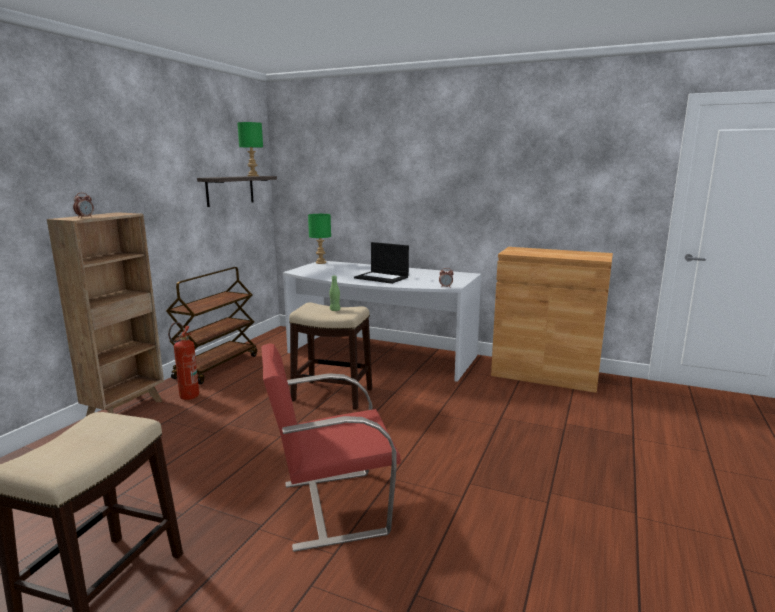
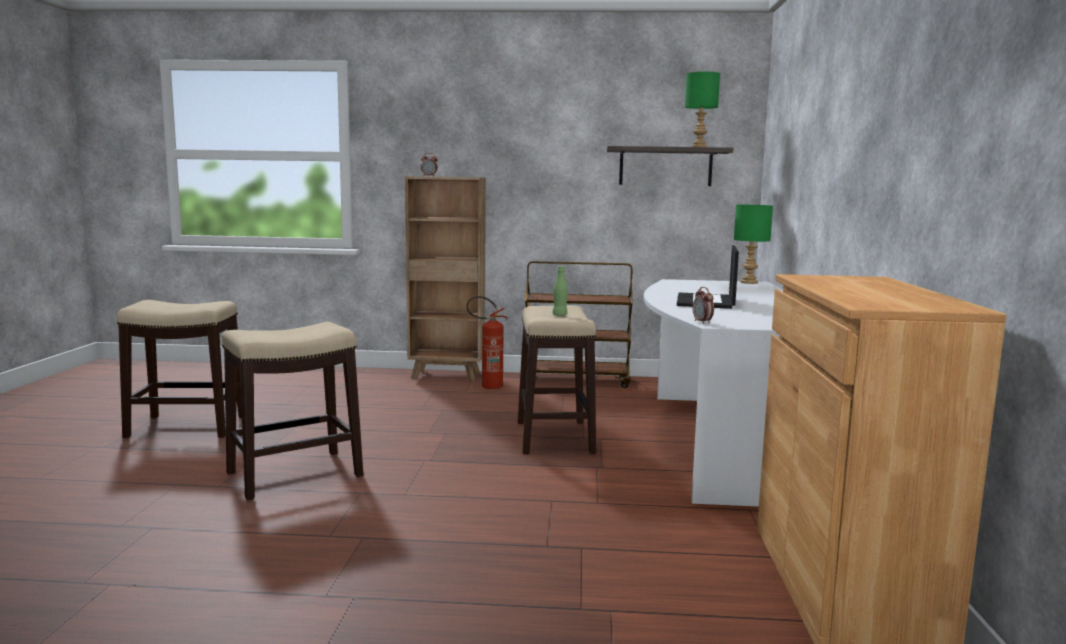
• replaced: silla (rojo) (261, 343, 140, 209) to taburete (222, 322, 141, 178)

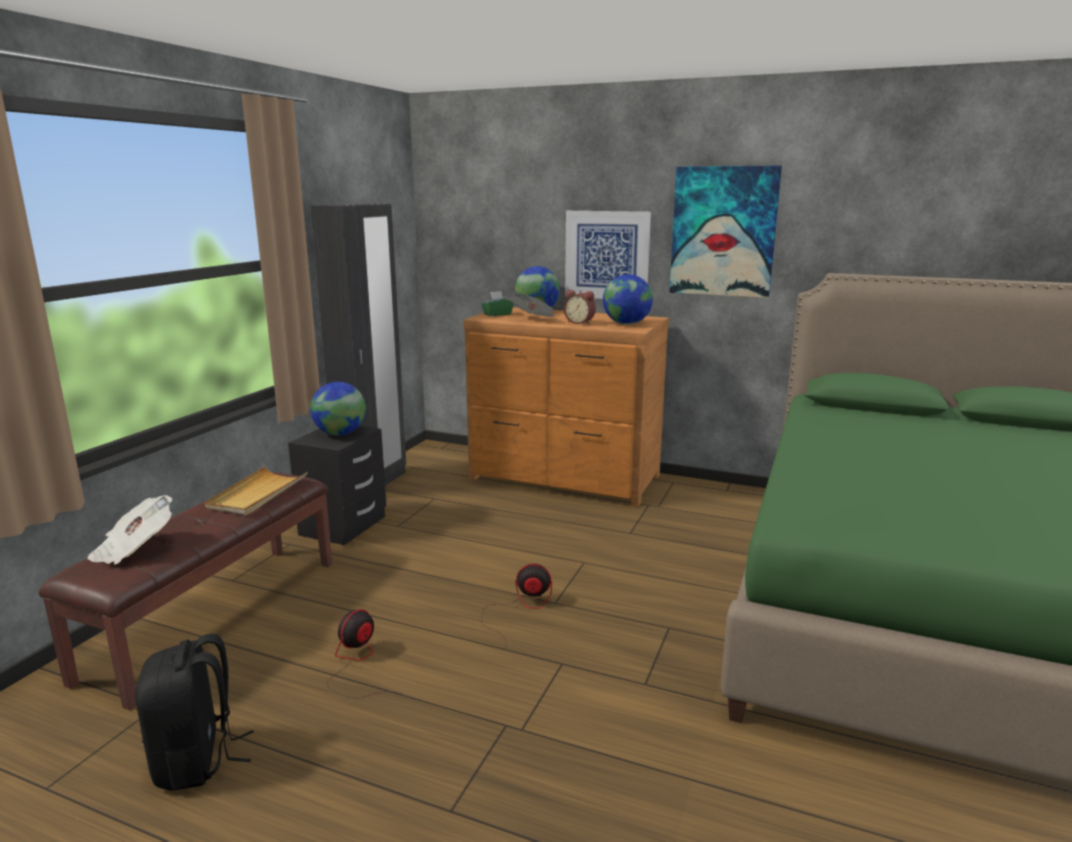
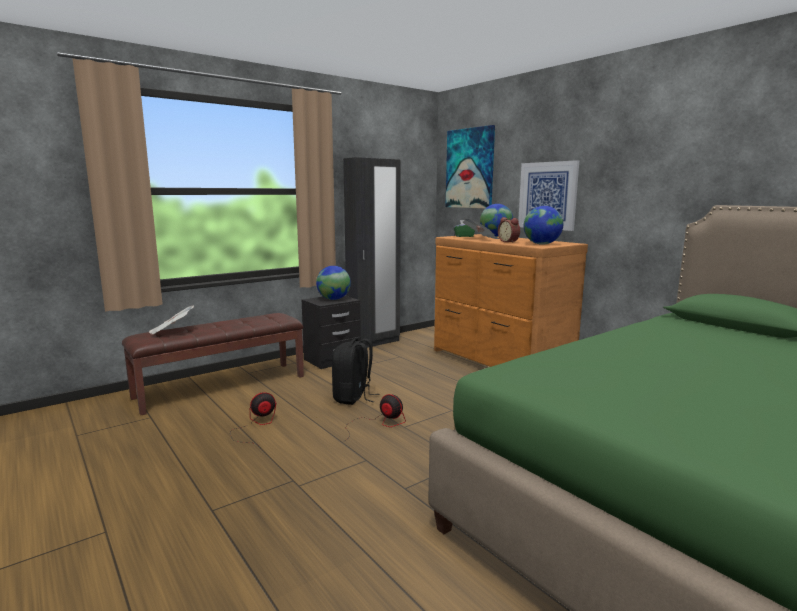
• removed: bandeja (beis) (205, 466, 103, 49)
• moved: mochila (negro) (135, 634, 119, 157) to (332, 338, 48, 67)
• moved: cuadro (669, 166, 113, 132) to (446, 125, 49, 84)

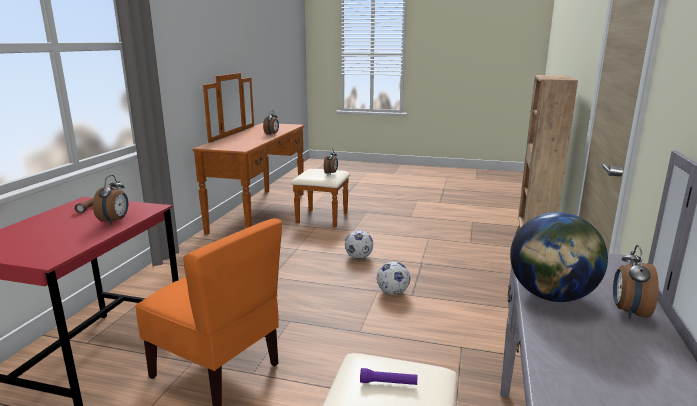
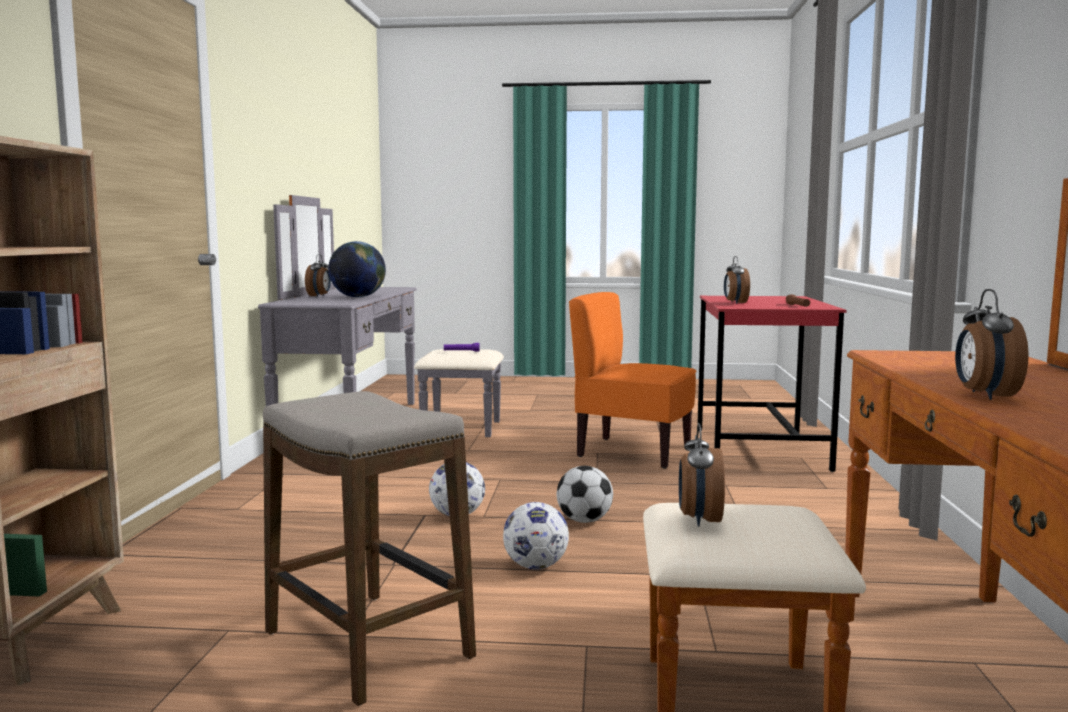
• added: taburete (263, 391, 213, 315)
• added: balón de fútbol (557, 466, 56, 57)

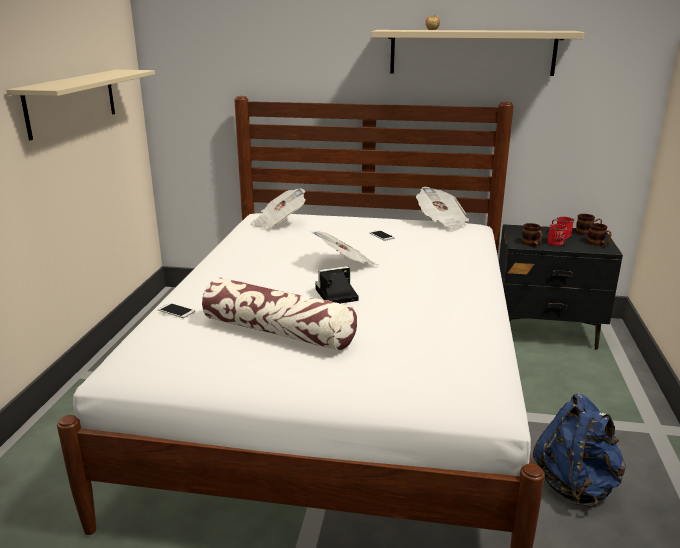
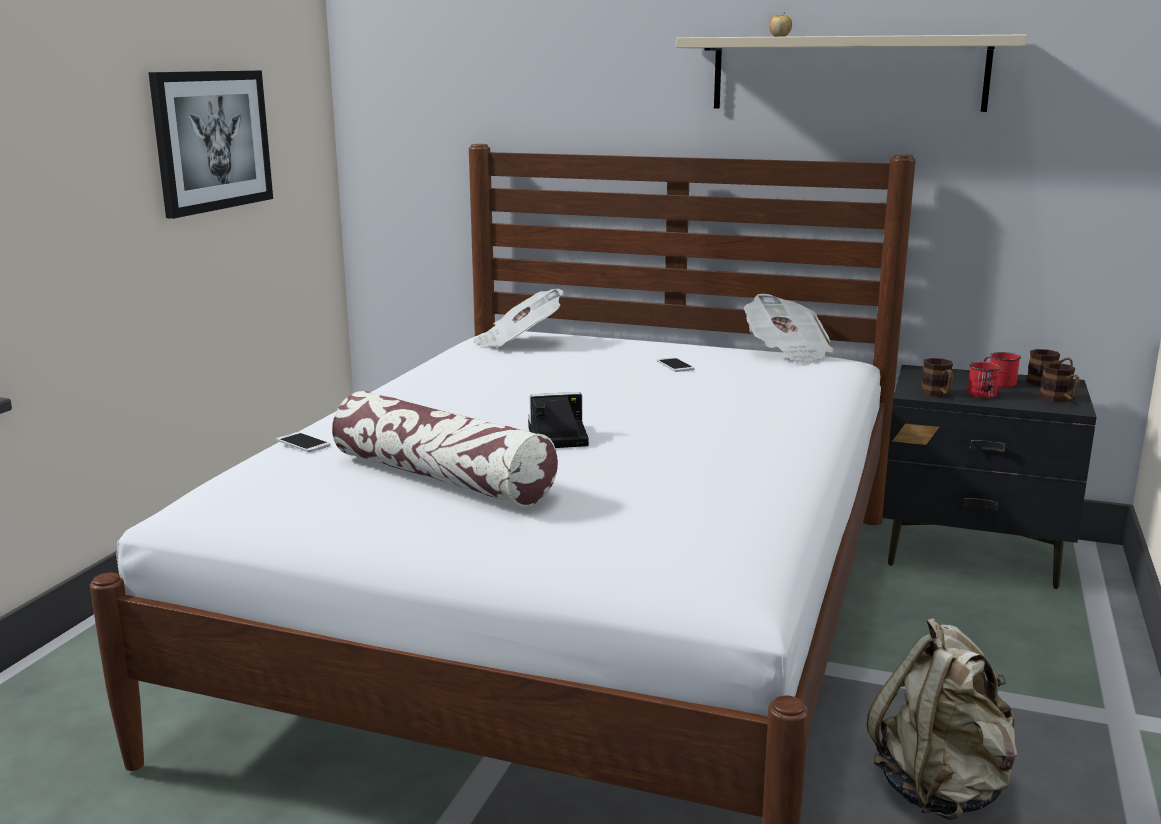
• removed: periódico (311, 231, 67, 34)
• replaced: estante (beis) (6, 70, 149, 70) to cuadro (148, 70, 125, 149)
• recoloured: mochila (azul) (533, 394, 93, 113) to mochila (beis) (867, 618, 150, 202)

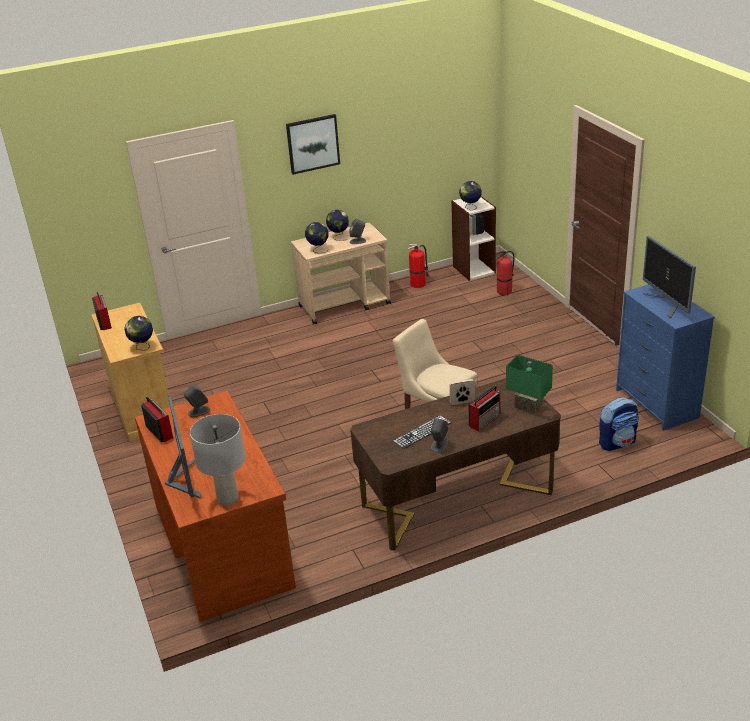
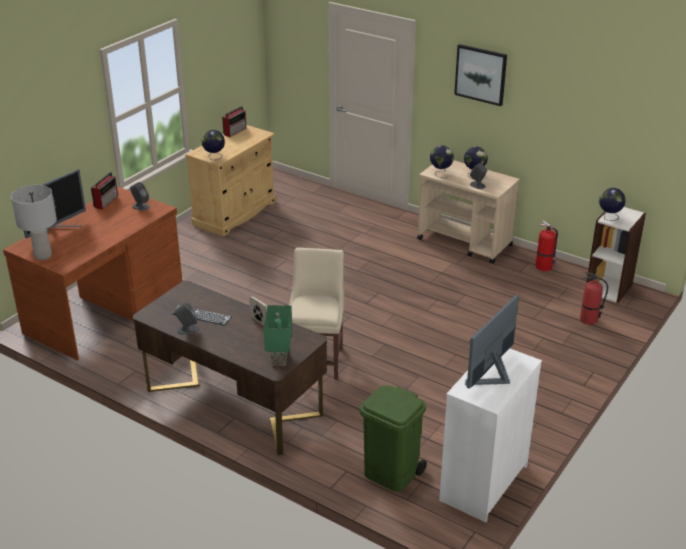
• removed: radio (468, 386, 32, 45)
• replaced: mochila (599, 397, 40, 54) to papelera (verde) (360, 385, 67, 107)
• recoloured: cómoda (azul) (616, 284, 99, 147) to cómoda (blanco) (439, 348, 103, 174)

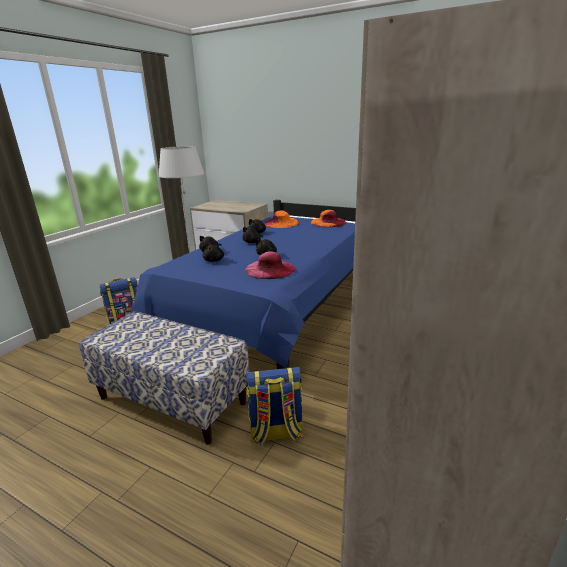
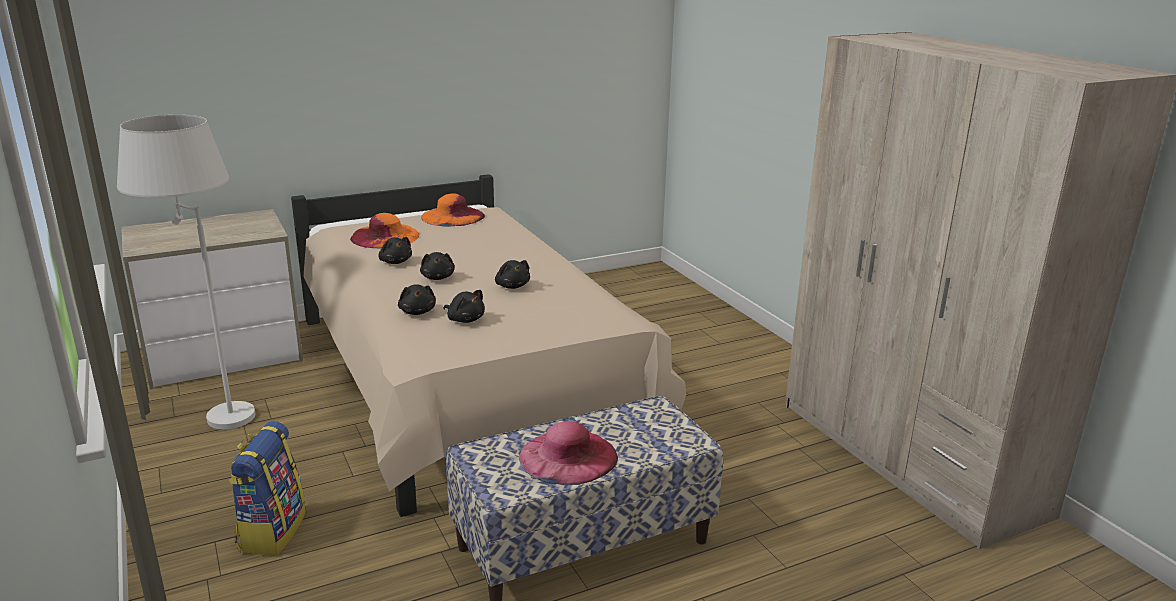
• removed: mochila (245, 367, 59, 78)
• moved: sombrero (rosa) (245, 251, 50, 28) to (519, 421, 99, 64)
• recoloured: cama (azul) (130, 200, 226, 169) to cama (beis) (291, 174, 395, 343)

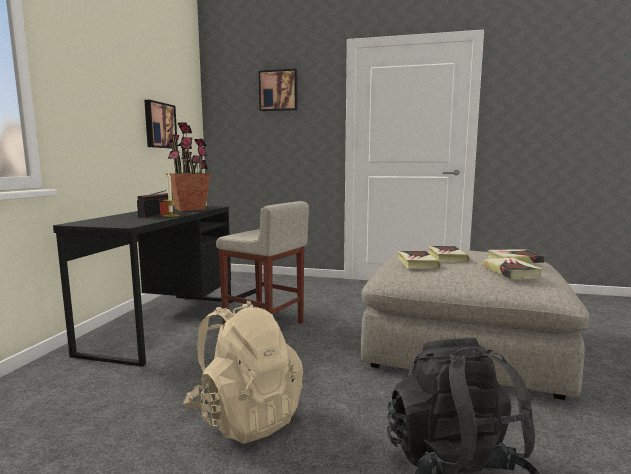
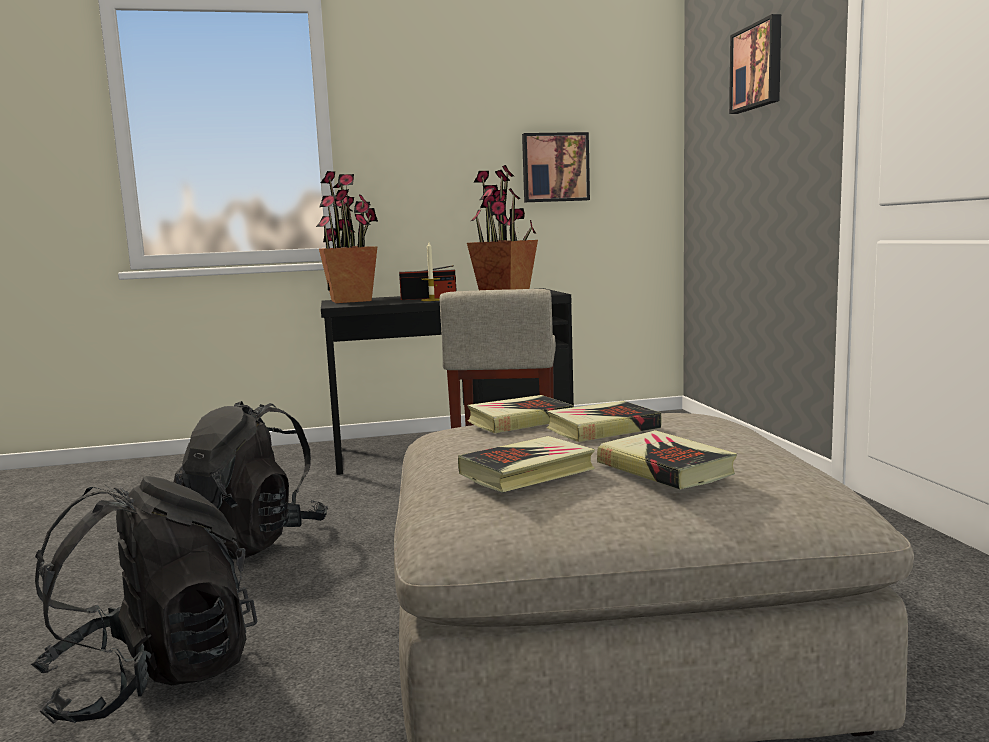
• added: planta en maceta (316, 171, 62, 132)
• recoloured: mochila (beis) (183, 301, 120, 143) to mochila (negro) (174, 401, 154, 158)

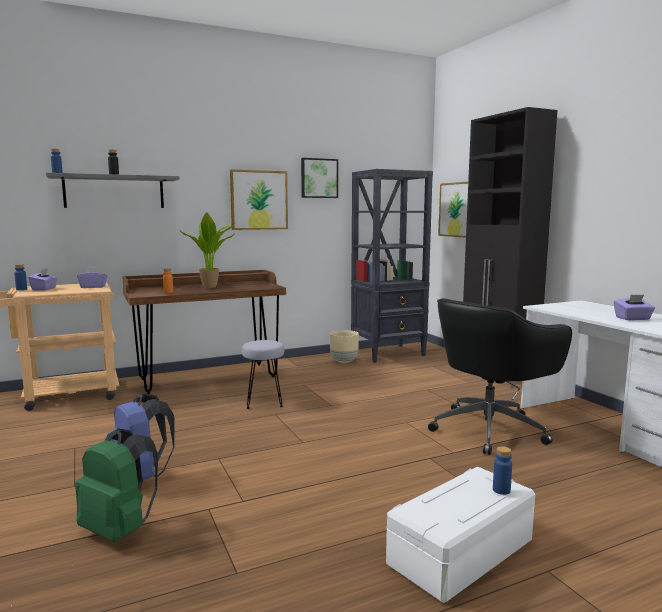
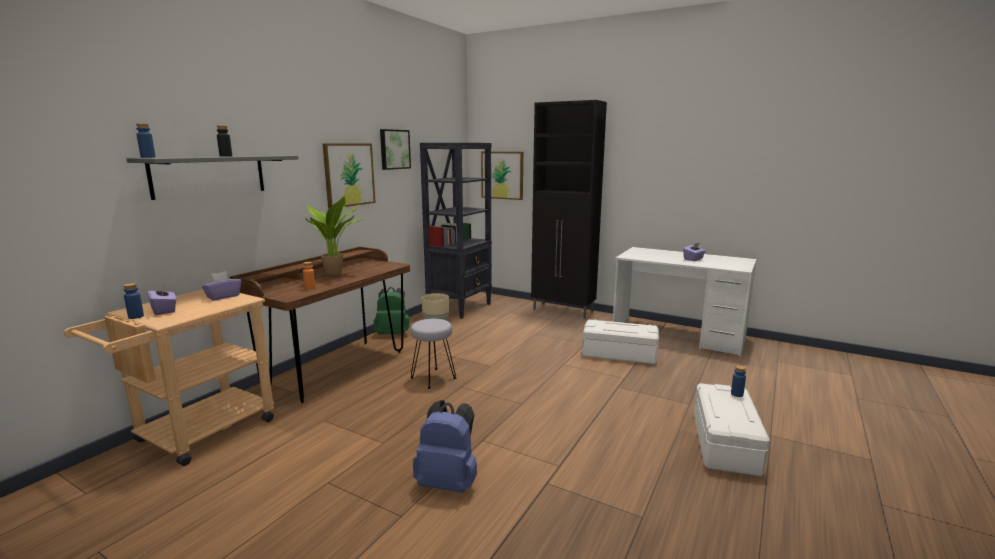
• moved: mochila (verde) (75, 428, 83, 114) to (374, 287, 36, 47)
• replaced: silla de oficina (negro) (428, 298, 144, 157) to caja de almacenaje (blanco) (582, 319, 77, 45)

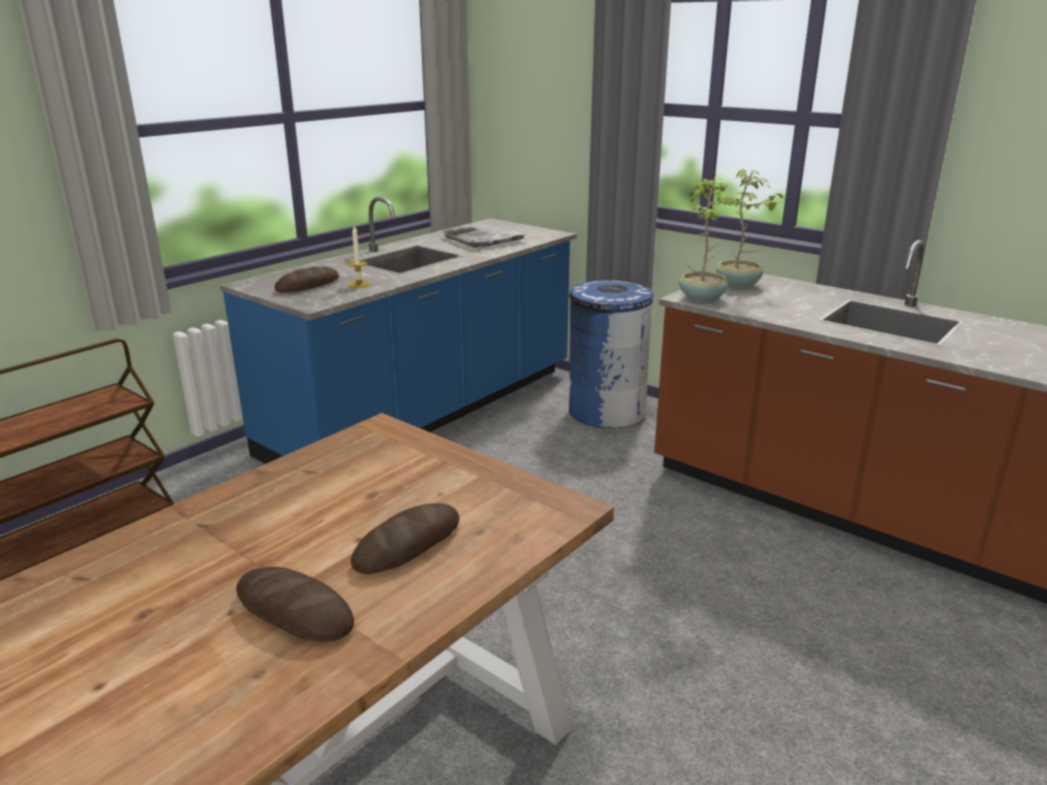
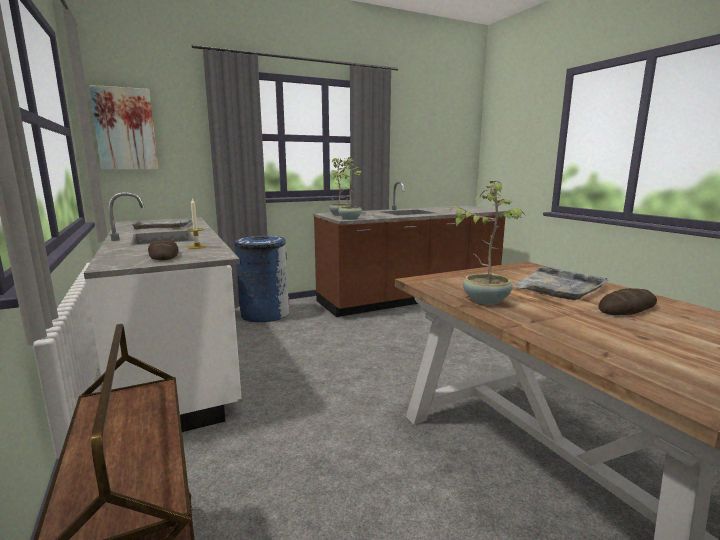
• added: cuadro (89, 85, 69, 85)
• added: planta en maceta (450, 181, 75, 124)
• replaced: pan (351, 503, 108, 71) to bandeja (gris) (514, 267, 94, 33)
• recoloured: mueble bajo de cocina (azul) (220, 196, 357, 268) to mueble bajo de cocina (blanco) (84, 192, 157, 240)

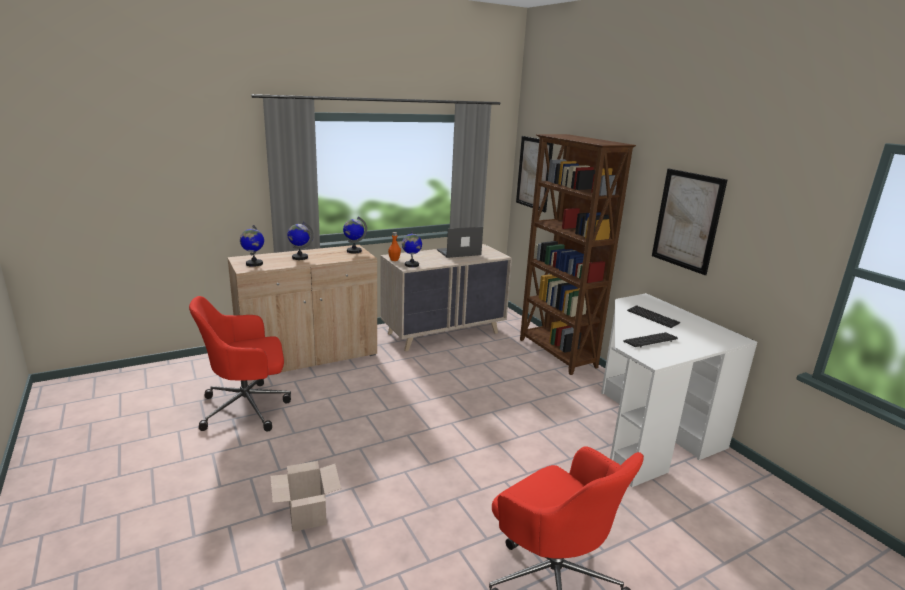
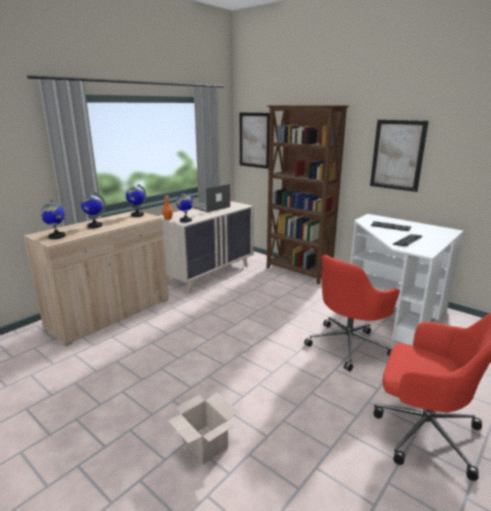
• moved: silla de oficina (rojo) (189, 296, 102, 136) to (304, 255, 96, 116)

